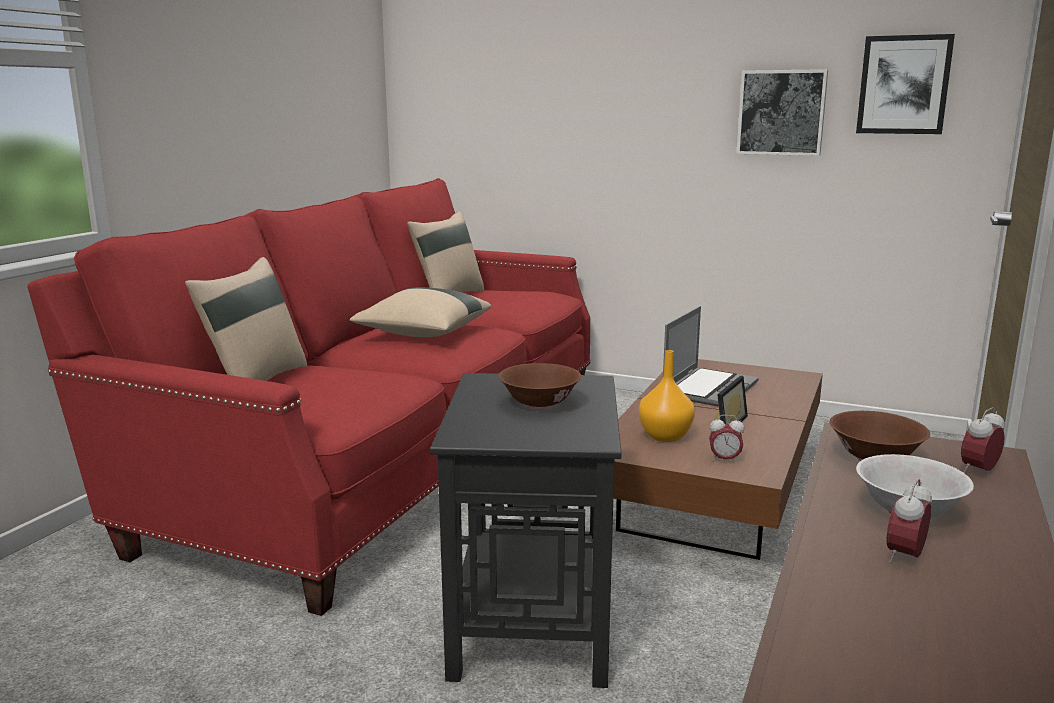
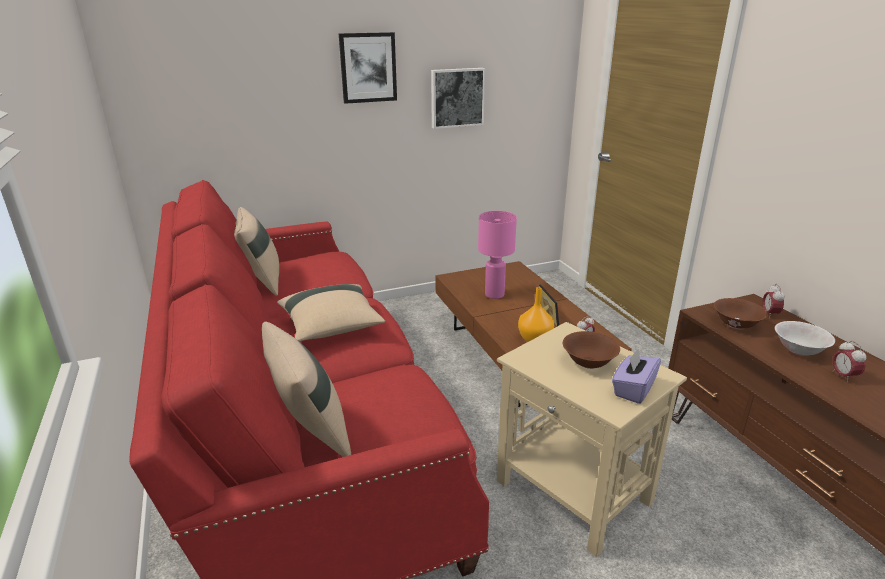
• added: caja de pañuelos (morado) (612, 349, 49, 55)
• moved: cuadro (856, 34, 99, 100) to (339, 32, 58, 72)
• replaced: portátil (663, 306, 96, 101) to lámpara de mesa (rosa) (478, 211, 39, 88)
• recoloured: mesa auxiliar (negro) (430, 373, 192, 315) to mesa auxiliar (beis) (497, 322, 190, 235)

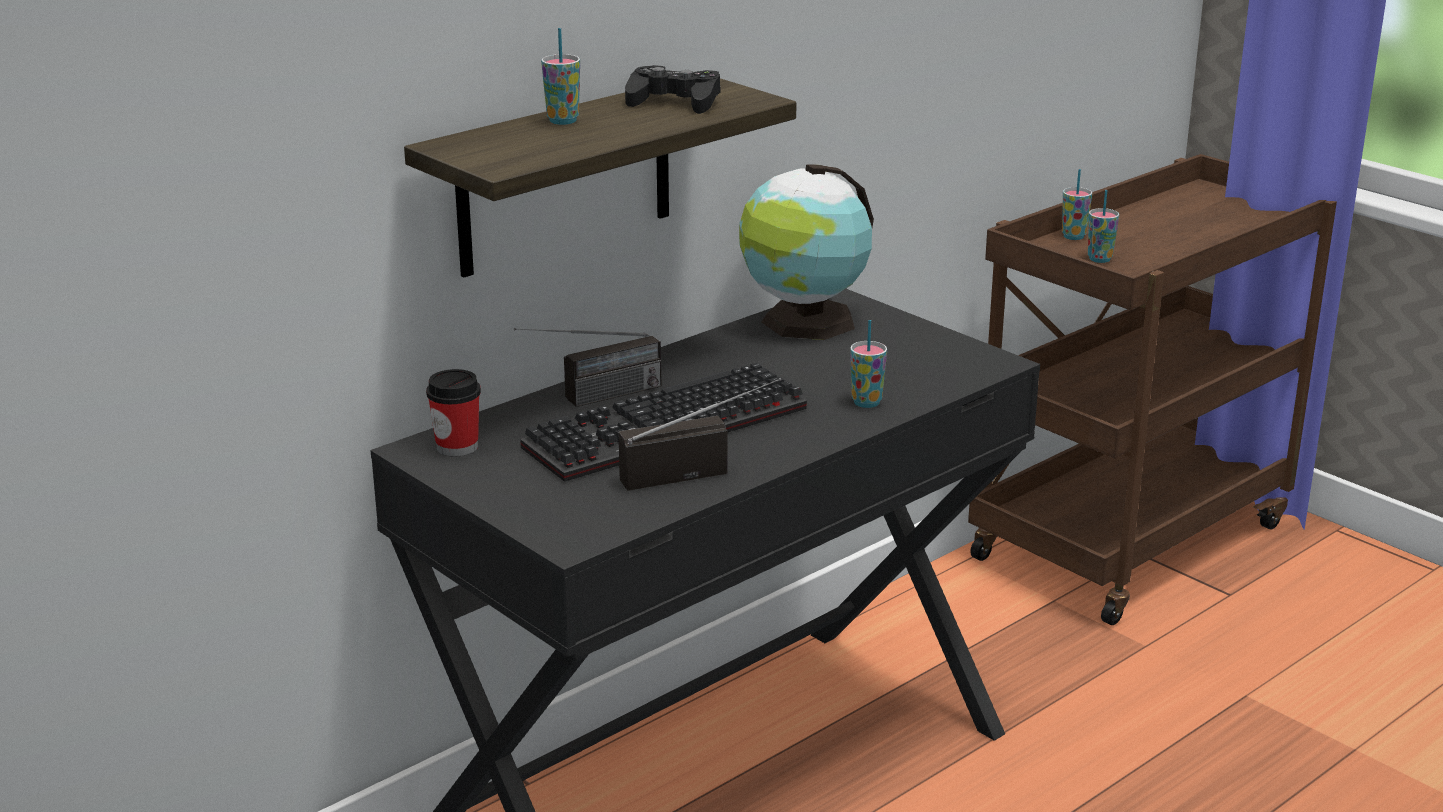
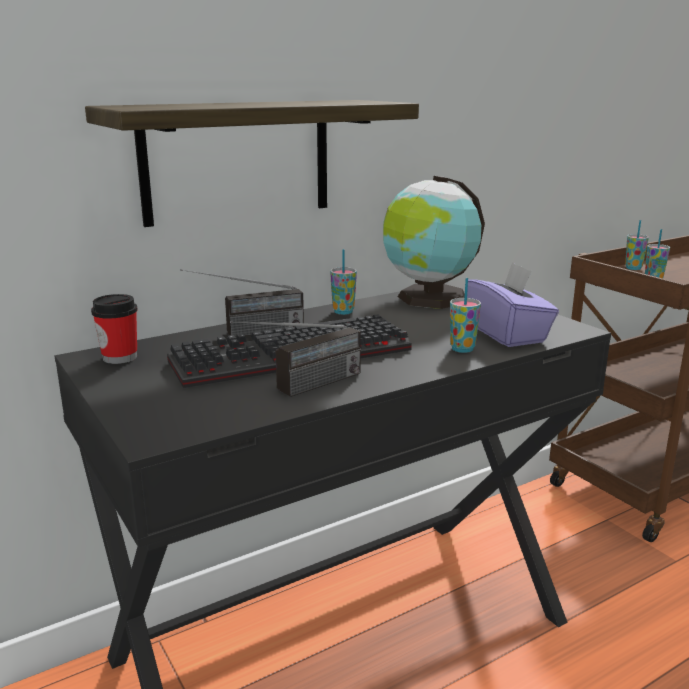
• removed: mando de consola (negro) (625, 65, 96, 49)
• added: caja de pañuelos (morado) (467, 262, 92, 85)
• moved: taza (541, 28, 39, 97) to (330, 249, 27, 66)
• turned: radio (618, 378, 163, 113) = (230, 321, 131, 76) 150 degrees clockwise

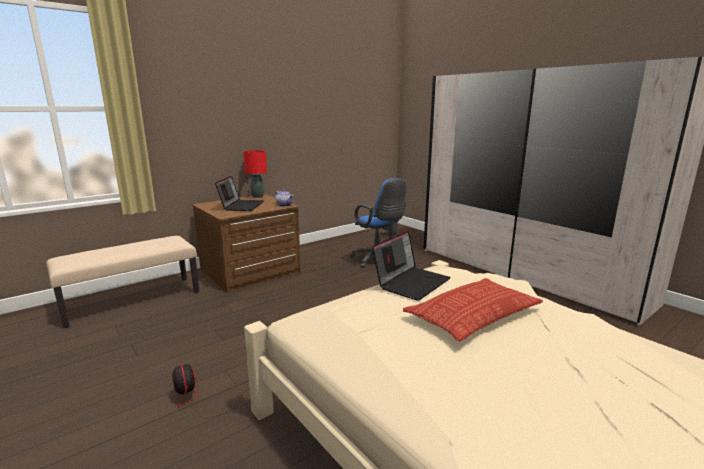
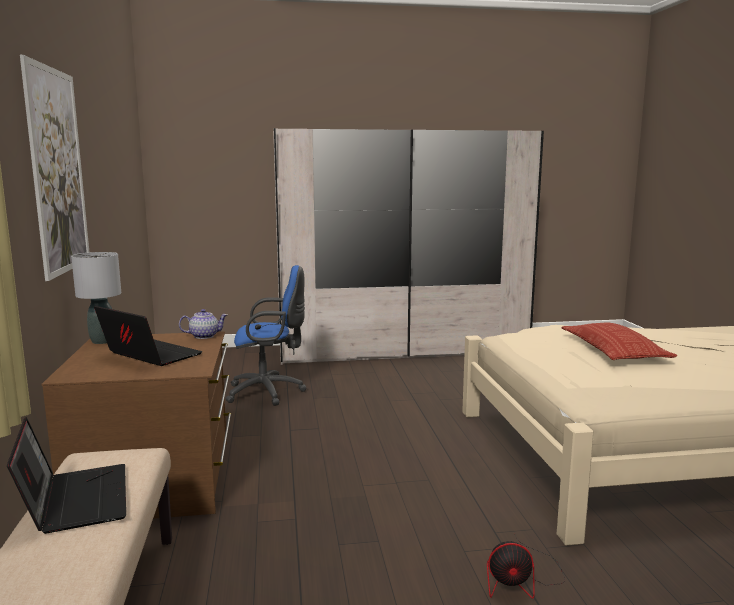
• added: cuadro (20, 55, 69, 226)
• moved: portátil (372, 231, 79, 70) to (7, 417, 119, 117)
• recoloured: lámpara de mesa (rojo) (243, 150, 24, 48) to lámpara de mesa (gris) (71, 252, 50, 92)

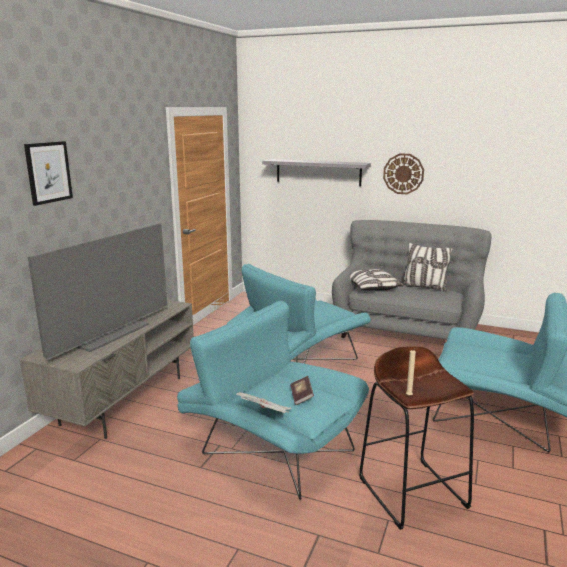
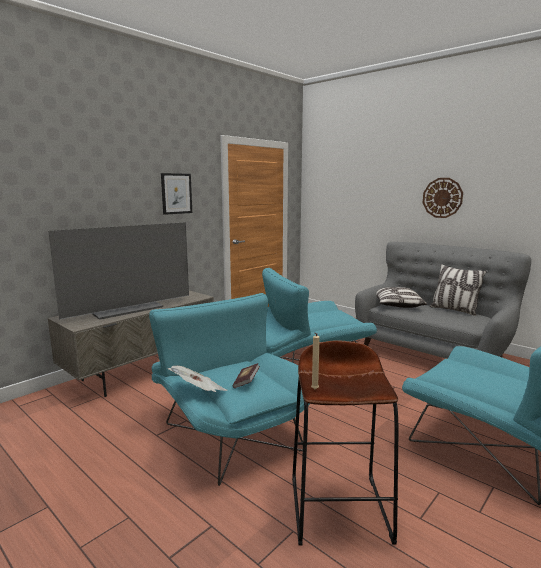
• removed: estante (gris) (262, 159, 109, 27)
• moved: cuadro (24, 141, 49, 65) to (161, 173, 31, 42)

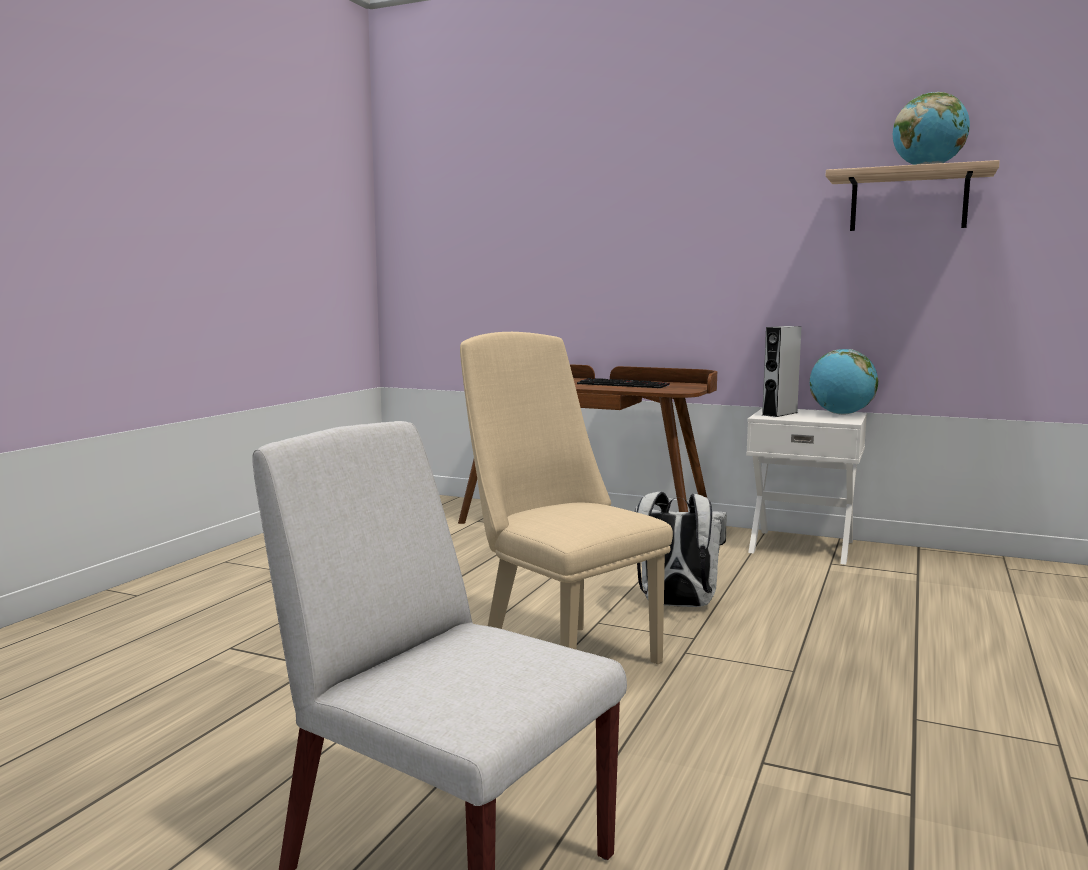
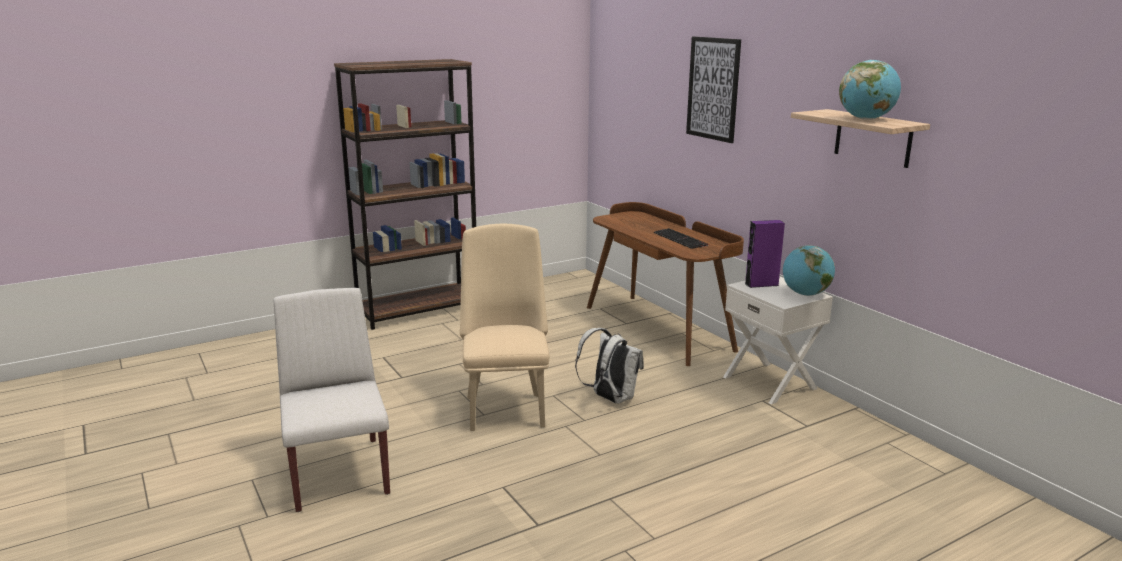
• added: estantería (marrón) (334, 59, 142, 271)
• added: cuadro (686, 36, 55, 107)
• recoloured: altavoz (gris) (762, 326, 40, 91) to altavoz (morado) (745, 220, 40, 68)

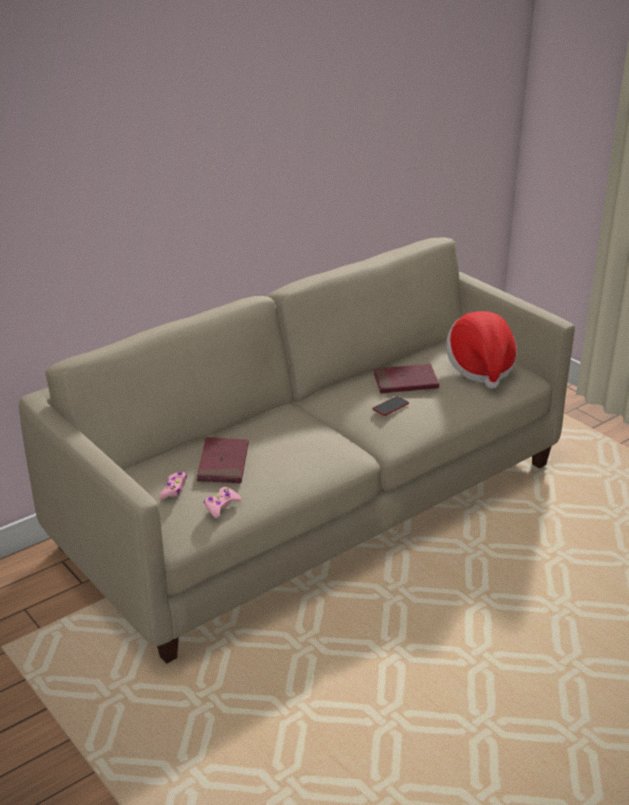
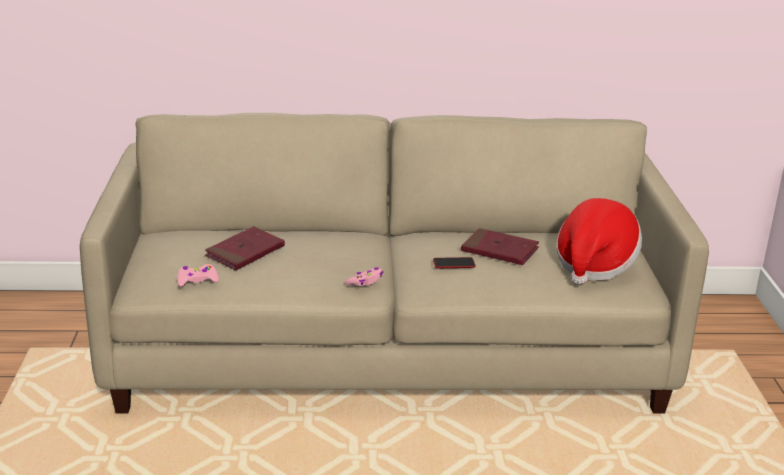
• moved: mando de consola (rosa) (159, 472, 28, 27) to (345, 267, 38, 19)

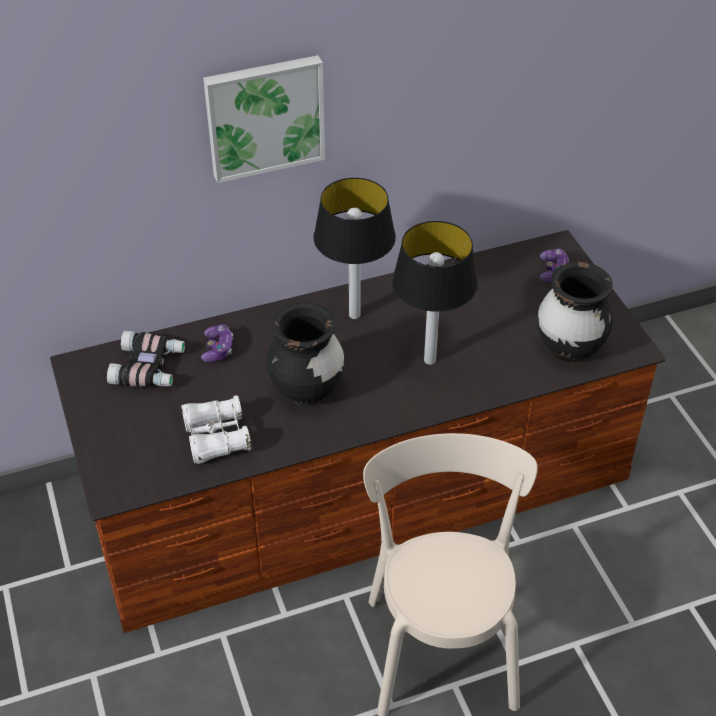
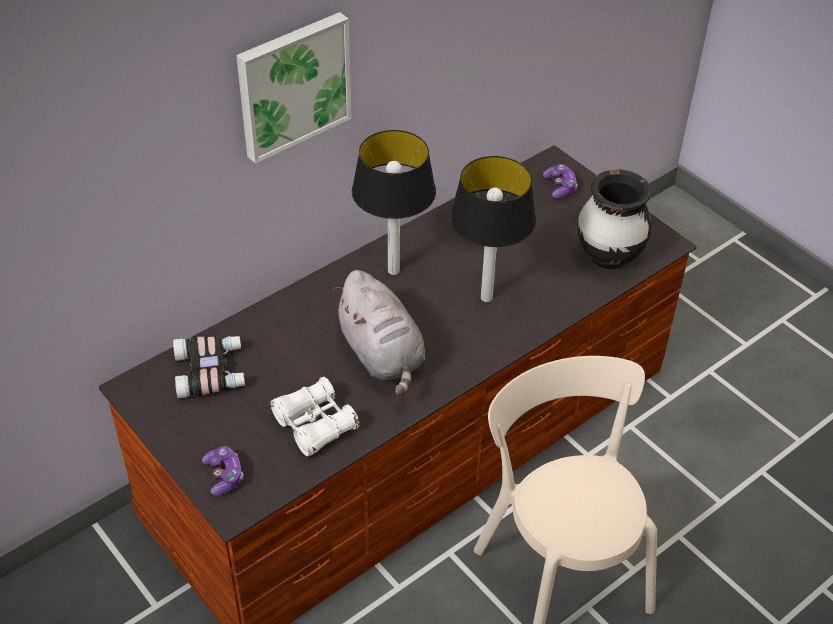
• moved: mando de consola (201, 325, 32, 37) to (202, 446, 42, 50)
• replaced: florero (negro) (267, 302, 77, 103) to peluche (gris) (333, 270, 92, 126)

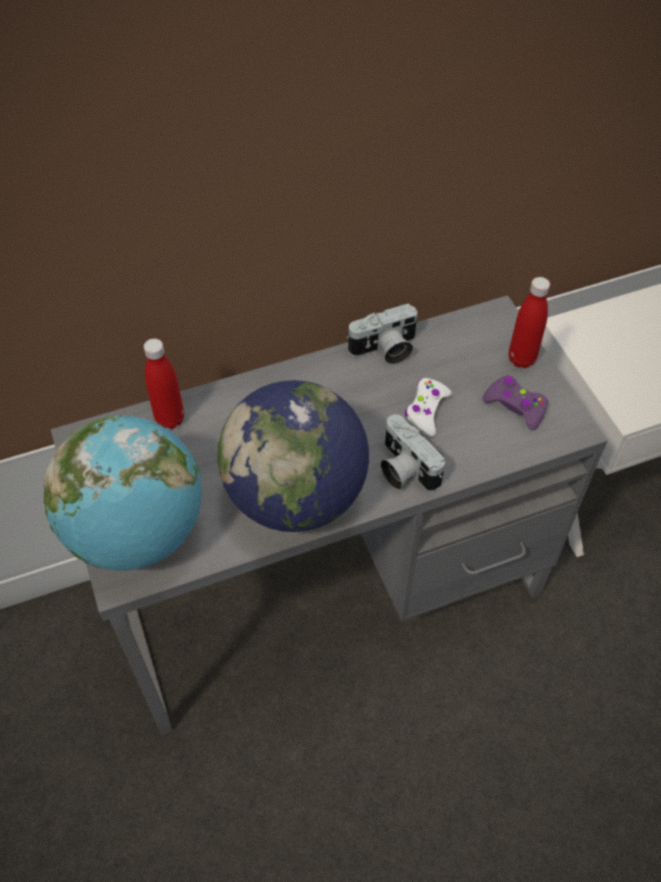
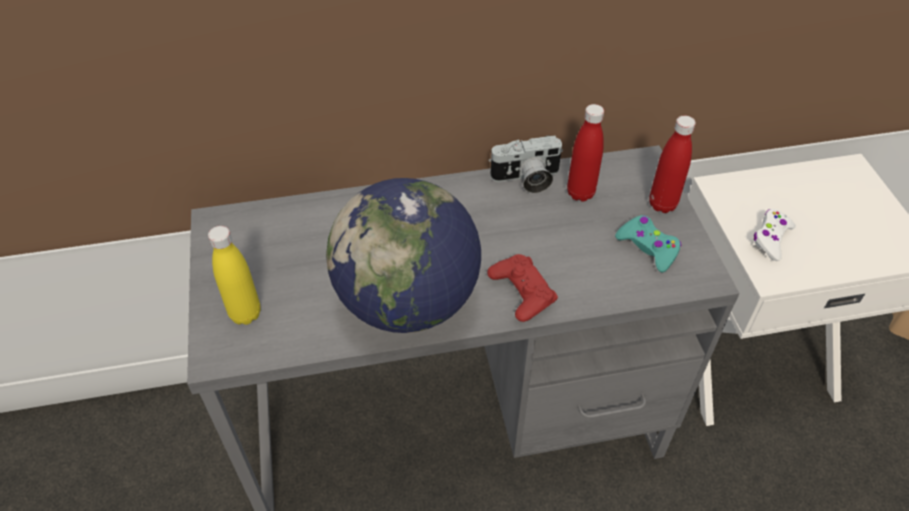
• moved: botella (rojo) (144, 338, 40, 91) to (567, 104, 37, 98)
• moved: mando de consola (blanco) (405, 378, 47, 59) to (754, 209, 42, 52)
• replaced: globo terráqueo (44, 415, 158, 156) to botella (amarillo) (208, 226, 53, 99)
• replaced: cámara (381, 414, 64, 78) to mando de consola (rojo) (487, 254, 71, 68)
• recoloured: mando de consola (morado) (483, 375, 65, 55) to mando de consola (turquesa) (615, 215, 67, 58)

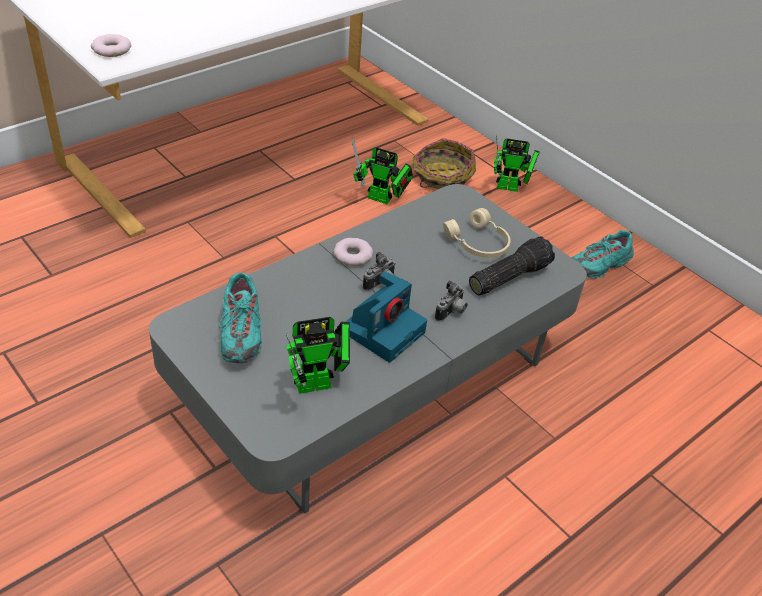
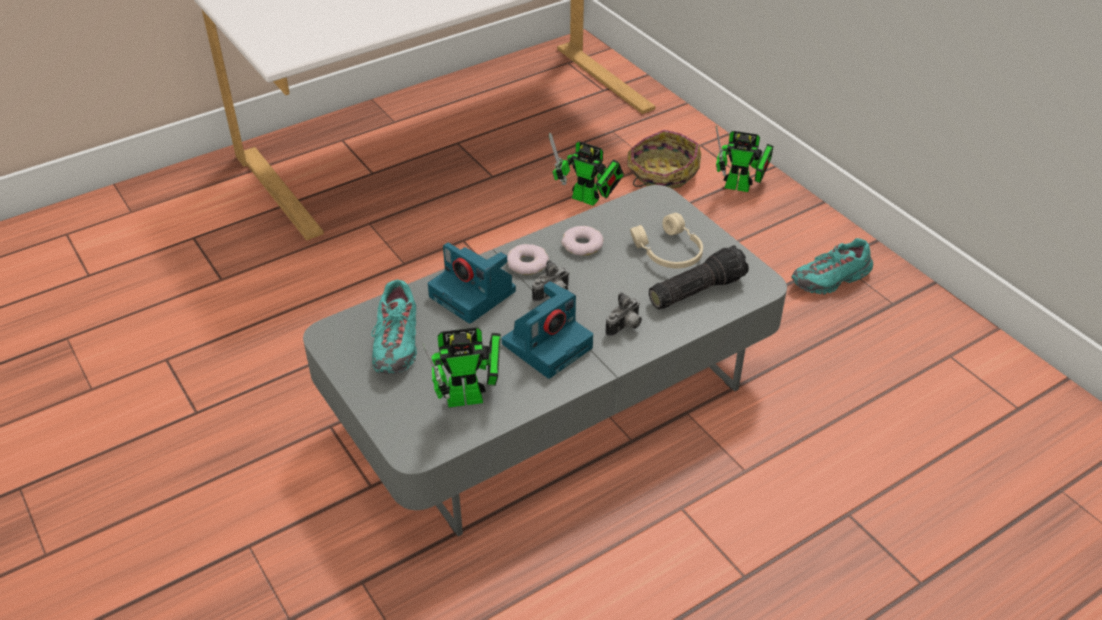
• added: cámara (428, 243, 88, 81)
• moved: rosquilla (91, 34, 40, 23) to (561, 226, 43, 30)

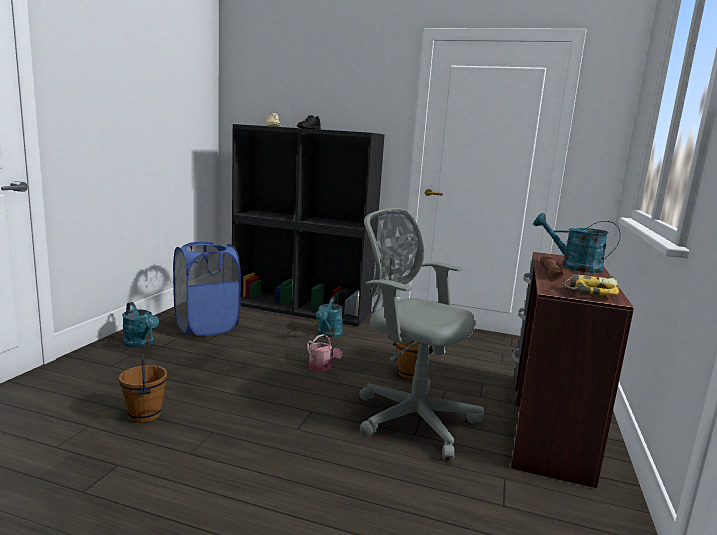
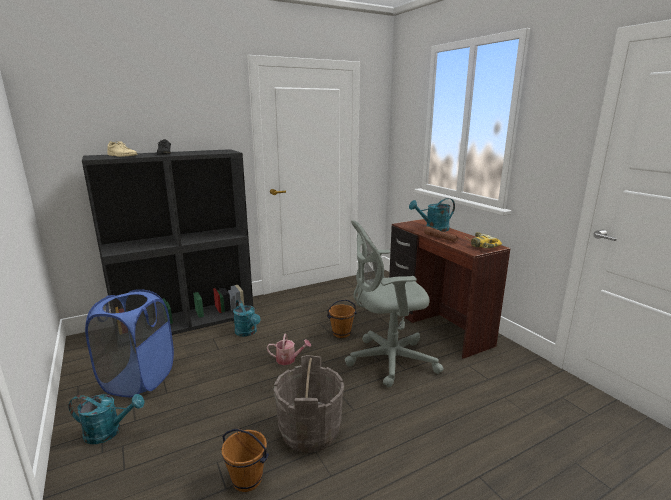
• added: cubo (gris) (274, 355, 70, 98)

